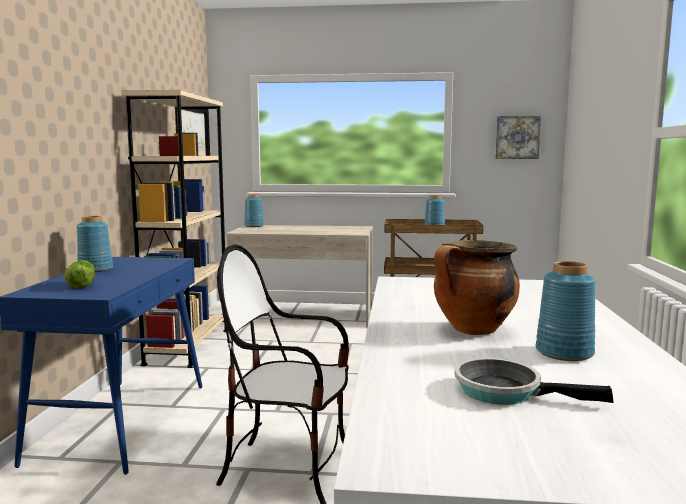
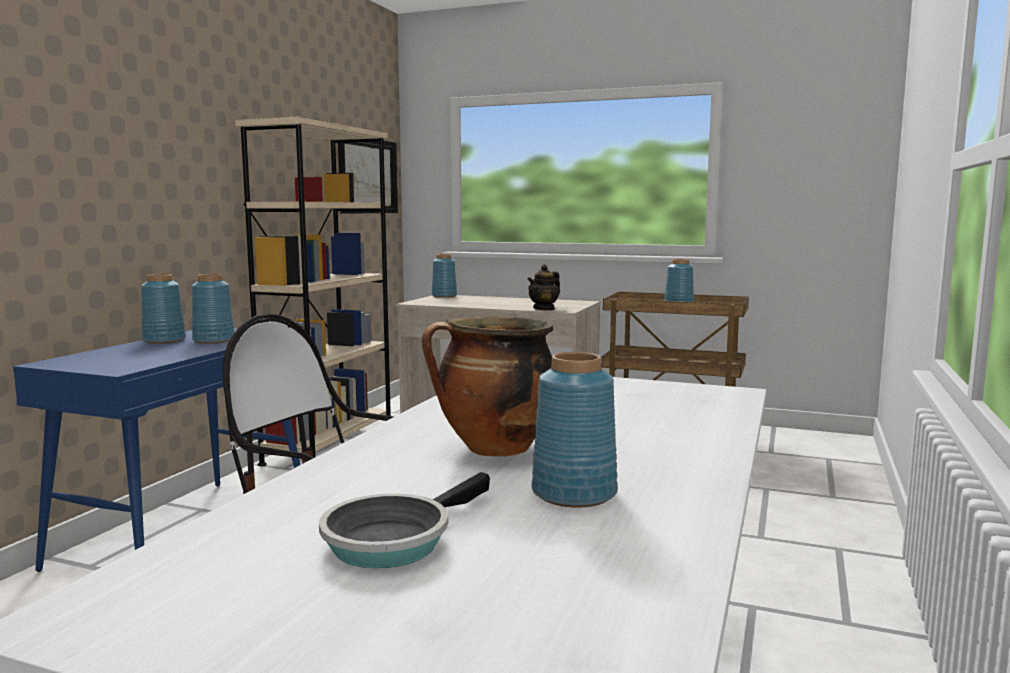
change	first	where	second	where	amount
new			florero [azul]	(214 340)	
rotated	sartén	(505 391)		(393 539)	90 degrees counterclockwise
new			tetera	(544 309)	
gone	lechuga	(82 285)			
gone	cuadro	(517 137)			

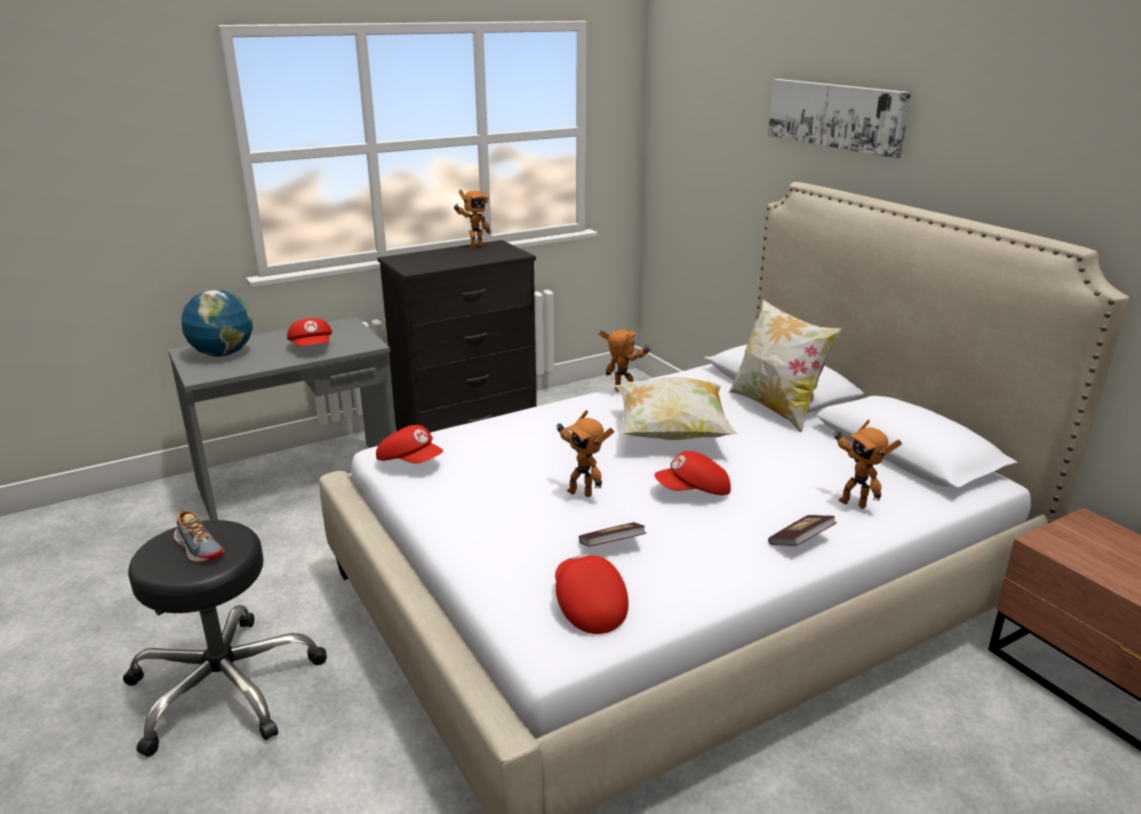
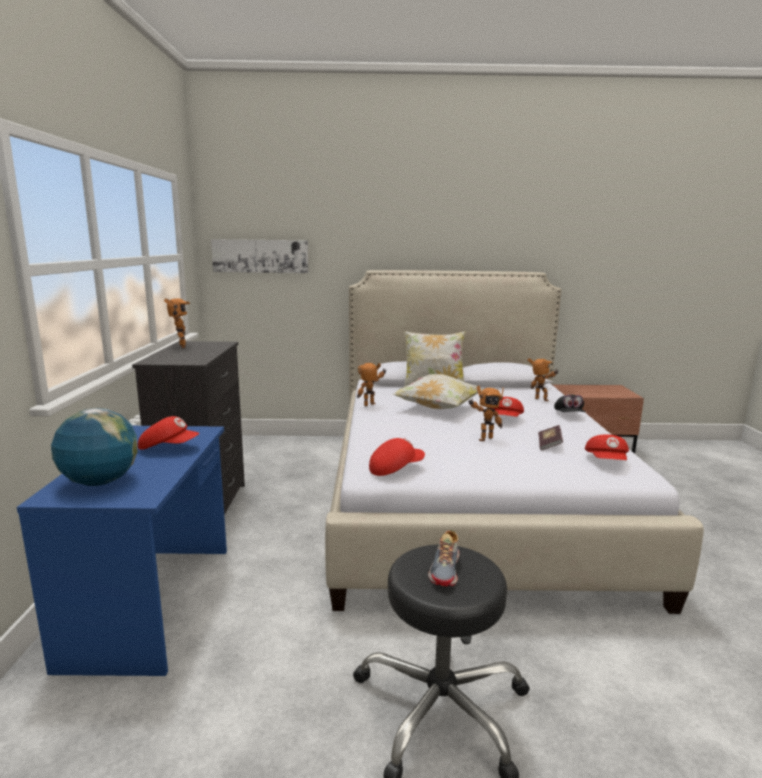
change	first	where	second	where	amount
repainted	escritorio [gris]	(300 483)	escritorio [azul]	(154 603)	
shifted	cuadro	(836 115)		(260 256)	
rotated	zapato	(199 548)		(446 569)	120 degrees clockwise
rotated	robot de juguete	(853 502)		(541 400)	120 degrees counterclockwise
swapped	libro	(800 541)	gorra [negro]	(568 415)	
rotated	gorra [rojo]	(587 606)		(606 461)	90 degrees counterclockwise

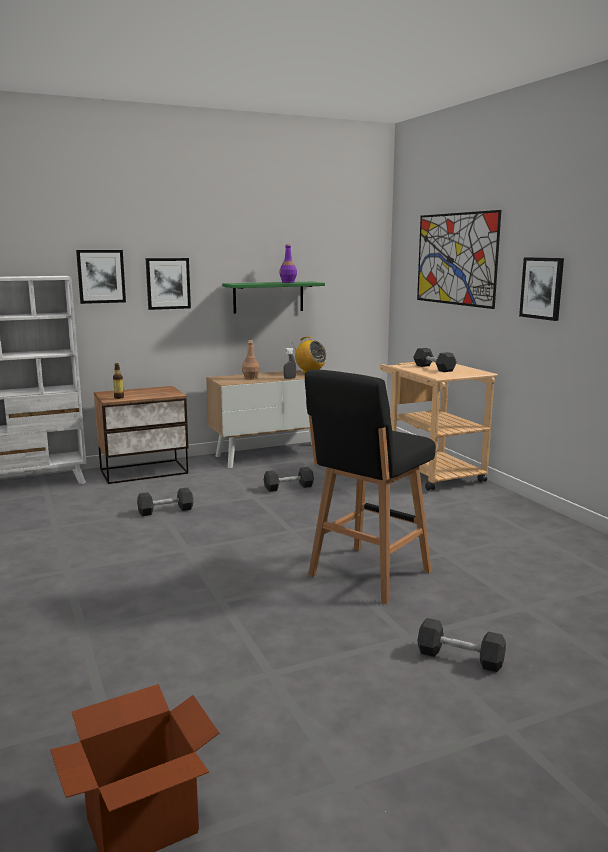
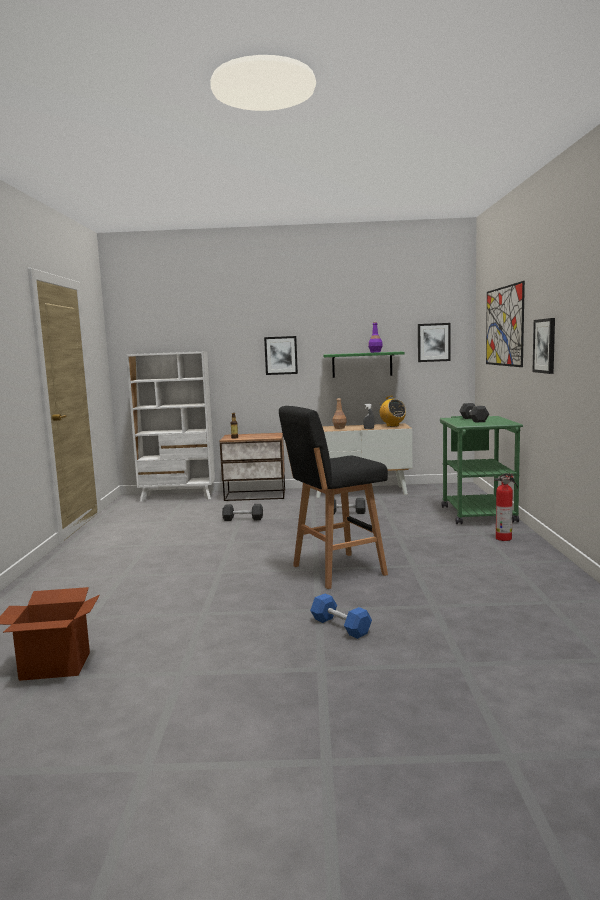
change	first	where	second	where	amount
repainted	mancuerna [negro]	(460 658)	mancuerna [azul]	(340 626)	
shifted	cuadro	(101 276)		(433 342)	
repainted	carrito [beis]	(430 472)	carrito [verde]	(475 512)	
new			extintor	(505 538)	

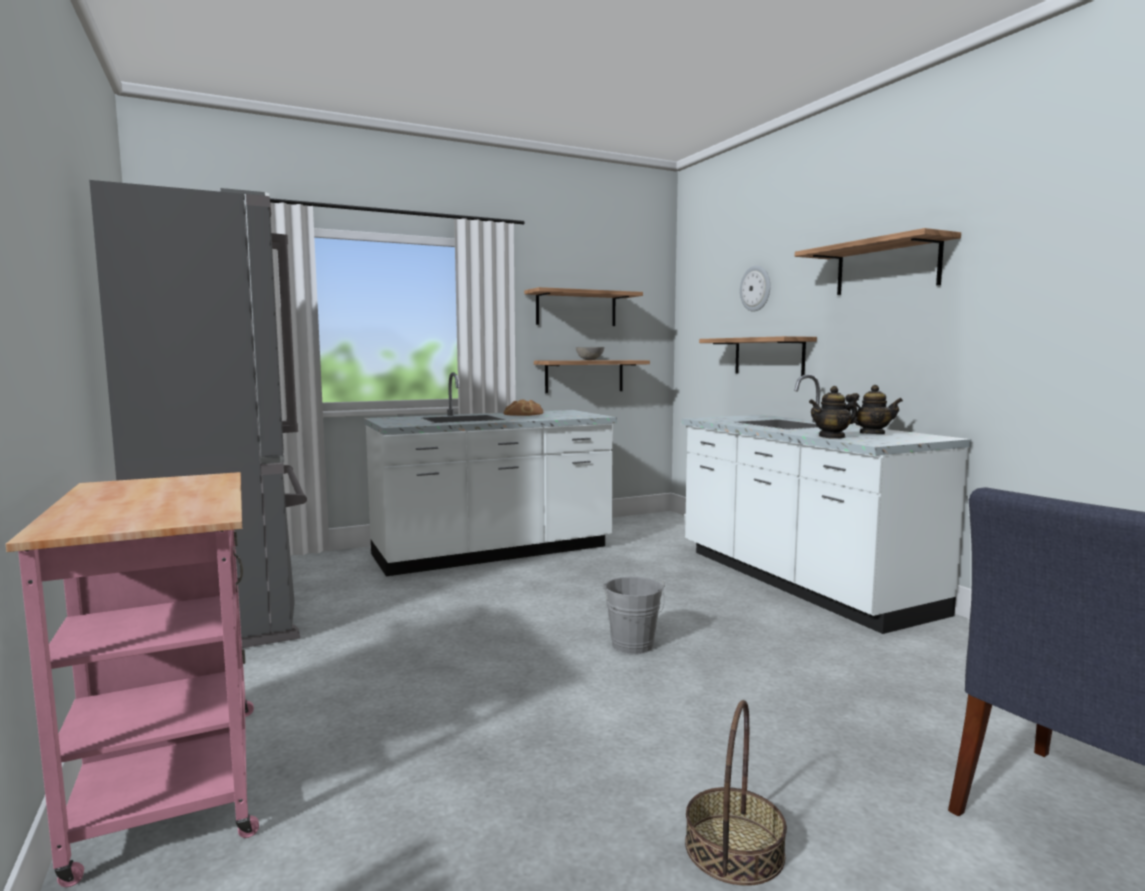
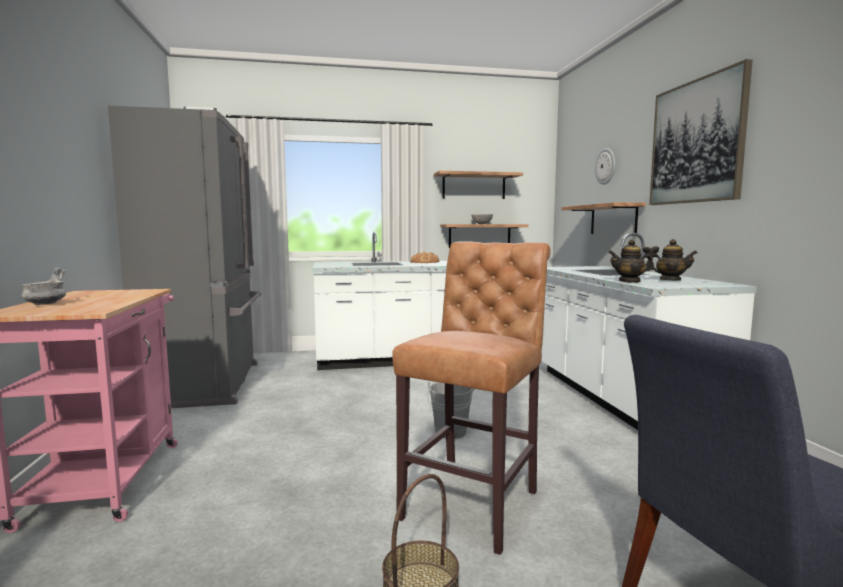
change	first	where	second	where	amount
new			cuenco [gris]	(46 304)	
new			taburete [marrón]	(474 502)	
swapped	estante	(886 267)	cuadro	(696 142)	

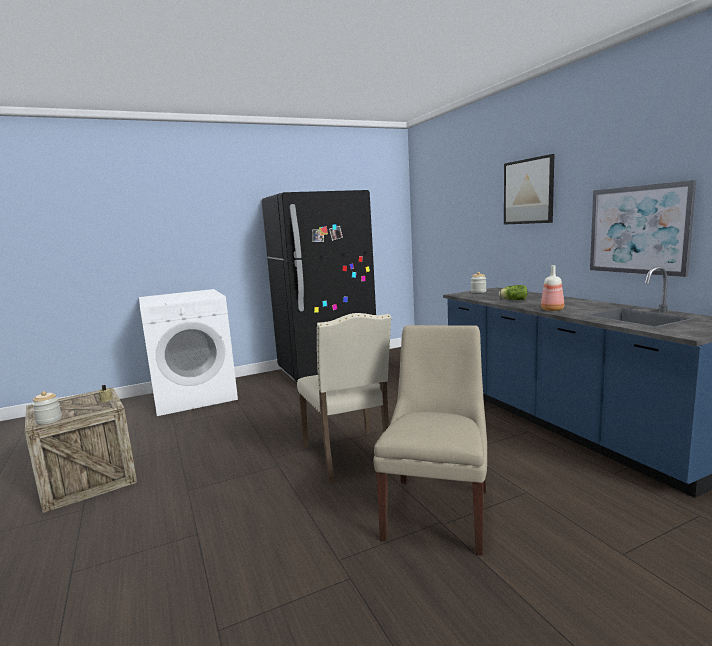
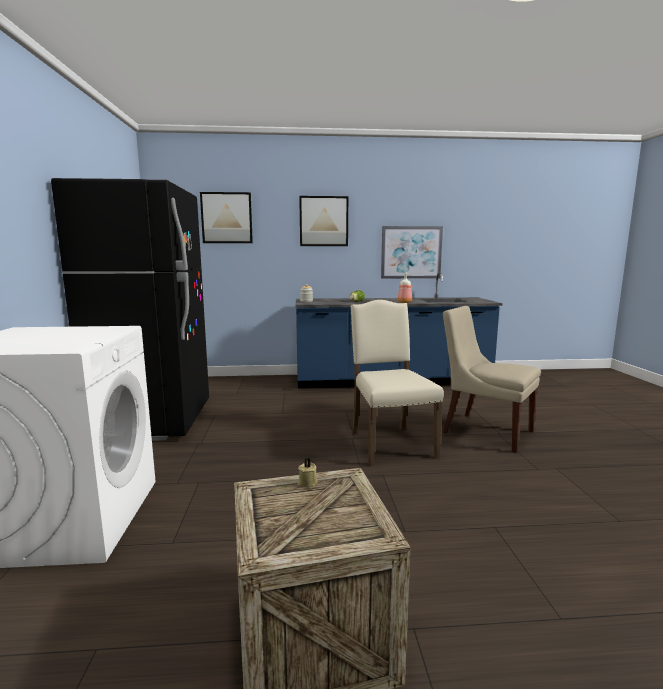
change	first	where	second	where	amount
new			cuadro	(226 218)	
rotated	silla [beis]	(349 457)		(389 443)	105 degrees counterclockwise
gone	tarro	(49 420)			

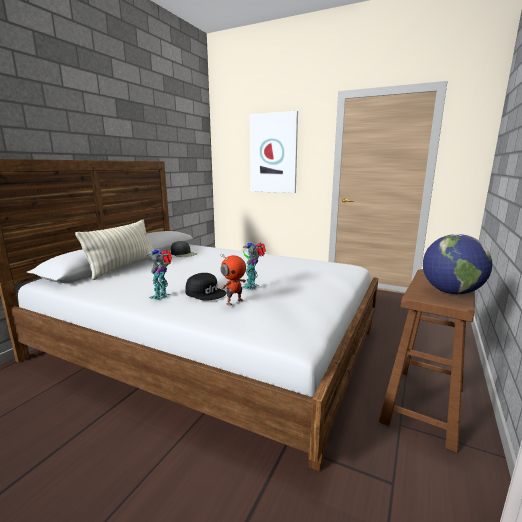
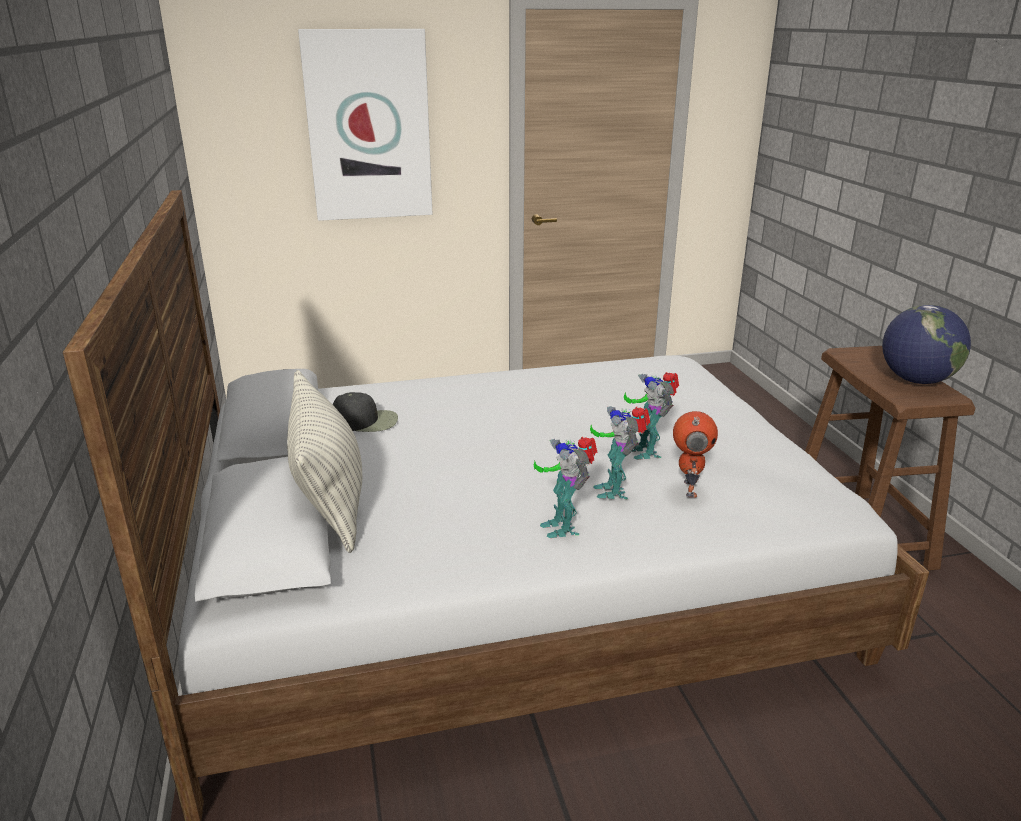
change	first	where	second	where	amount
swapped	gorra [negro]	(206 292)	robot de juguete	(614 490)	

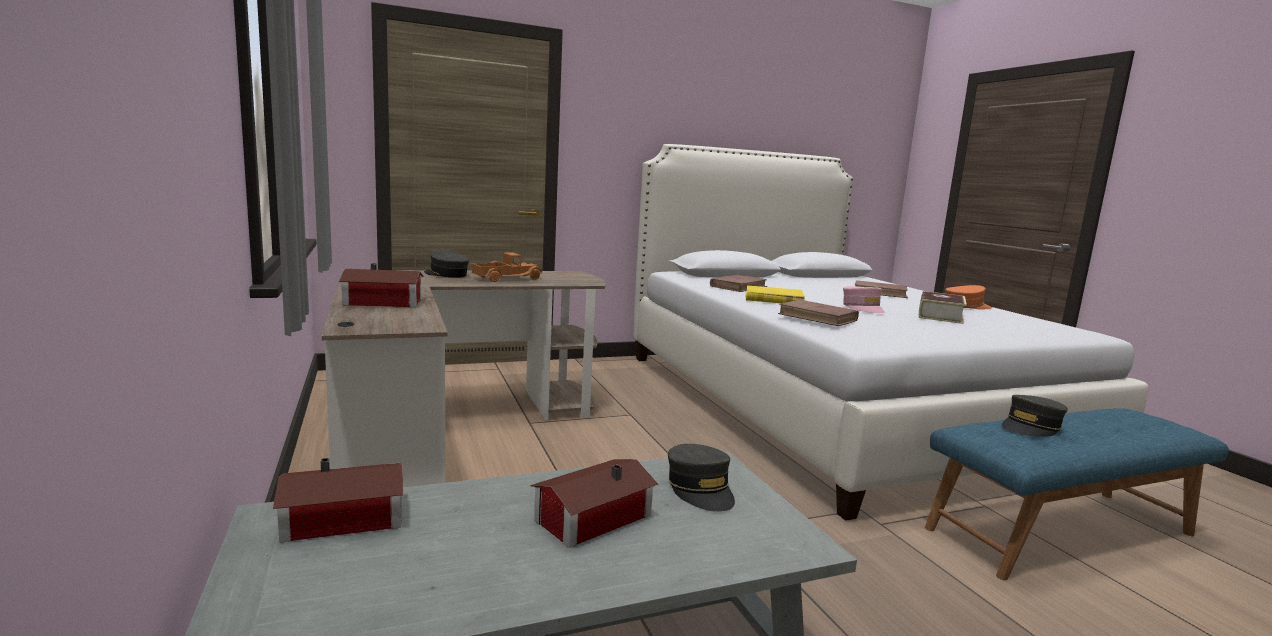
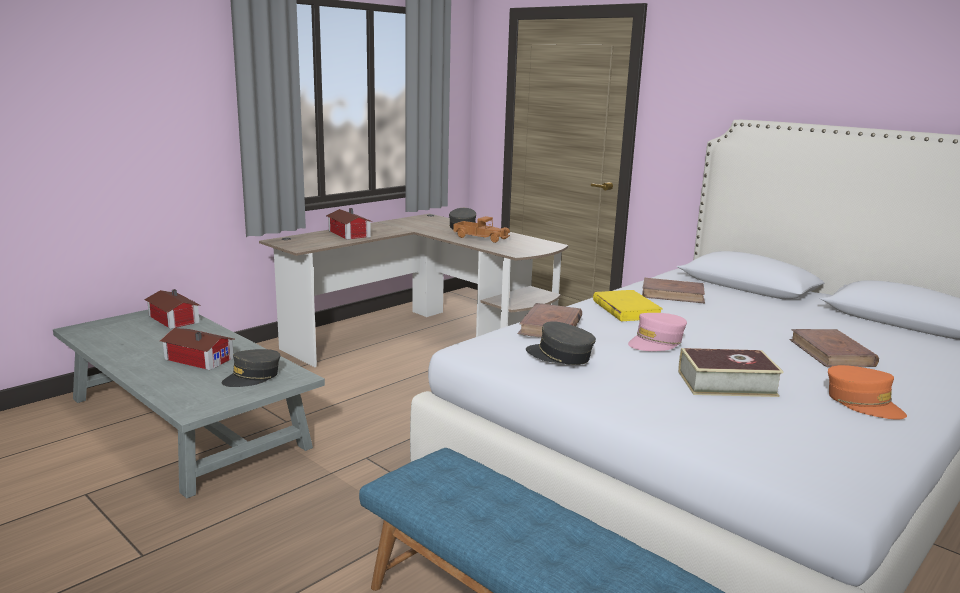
change	first	where	second	where	amount
shifted	gorra [gris]	(1031 427)		(560 356)	

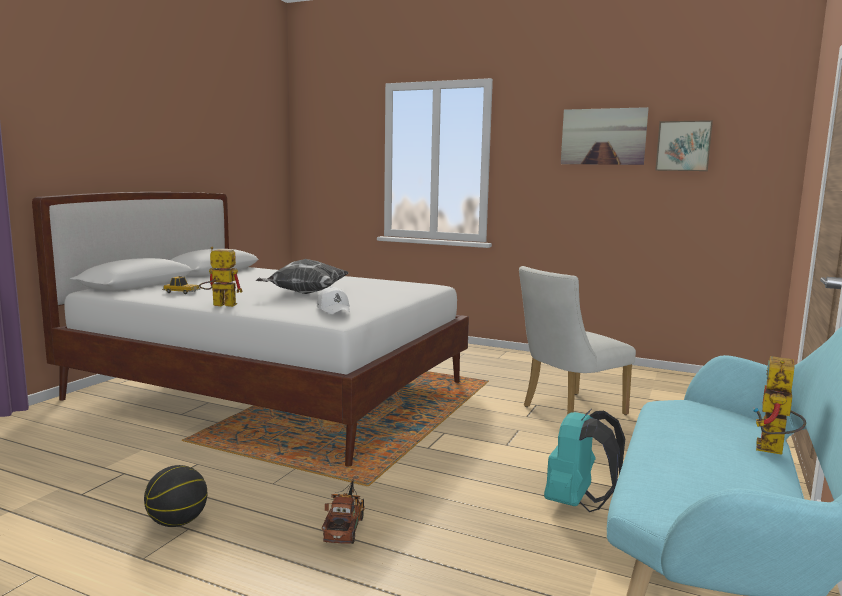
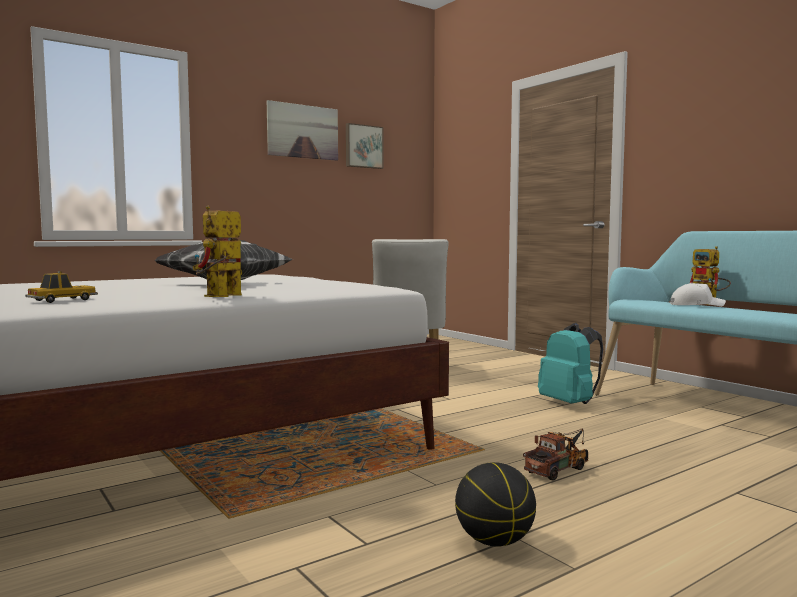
change	first	where	second	where	amount
rotated	camión de juguete	(345 526)		(559 469)	105 degrees clockwise
shifted	gorra [blanco]	(334 309)		(696 305)	

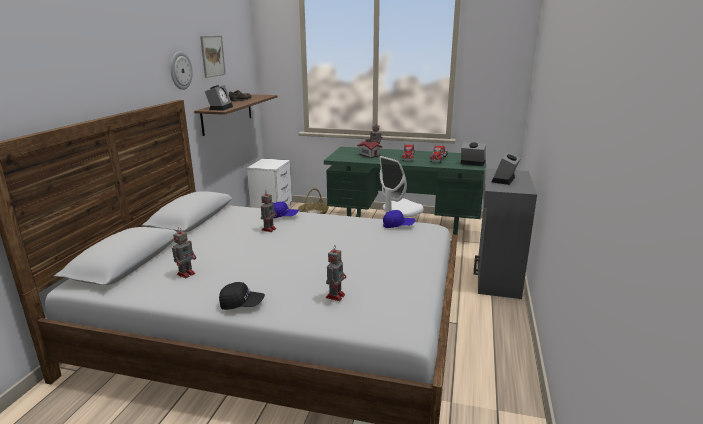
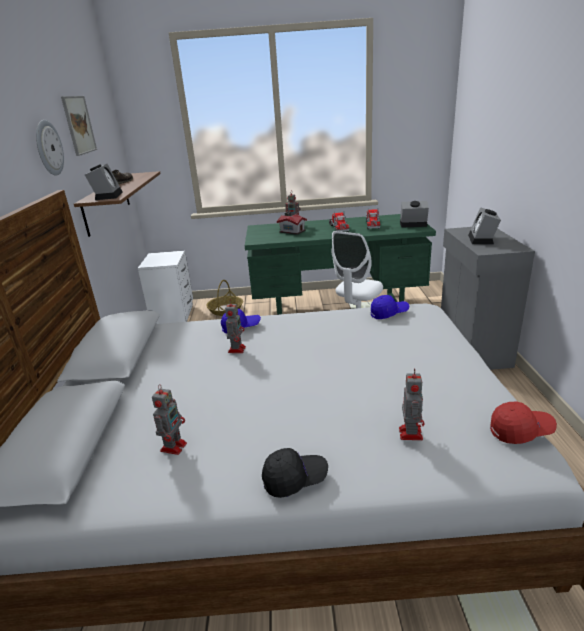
change	first	where	second	where	amount
new			gorra [rojo]	(520 431)	

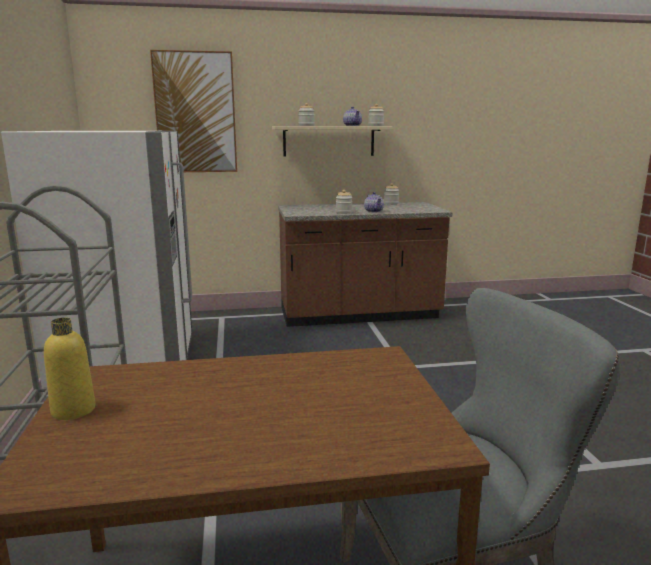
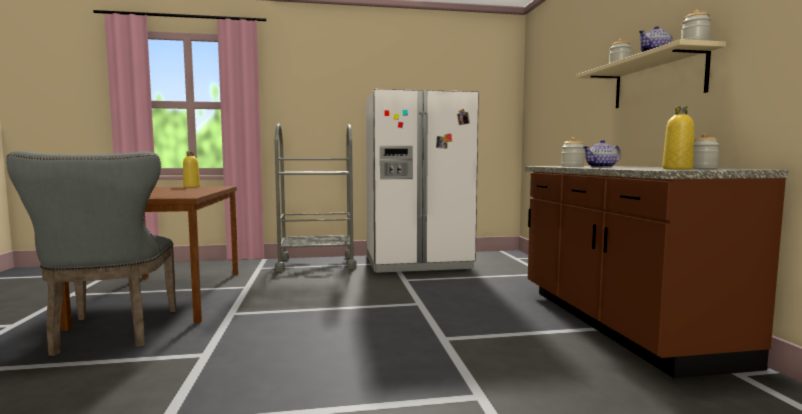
change	first	where	second	where	amount
new			botella [amarillo]	(677 169)	
gone	cuadro	(195 113)			

